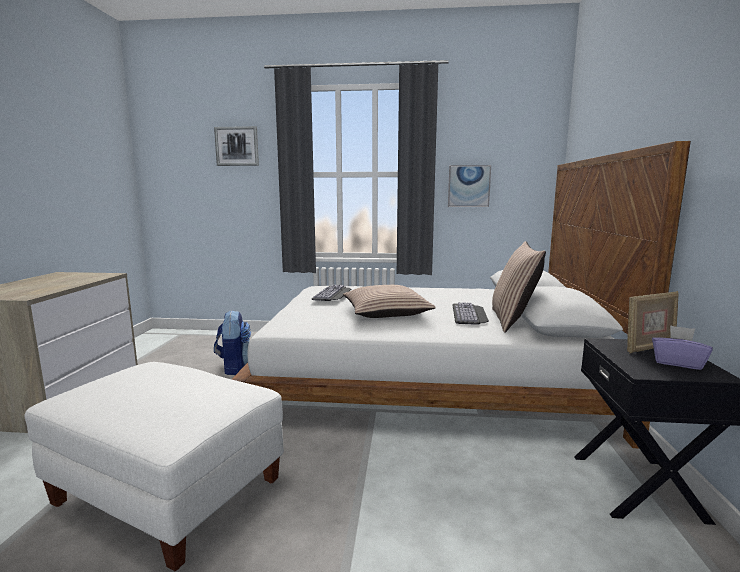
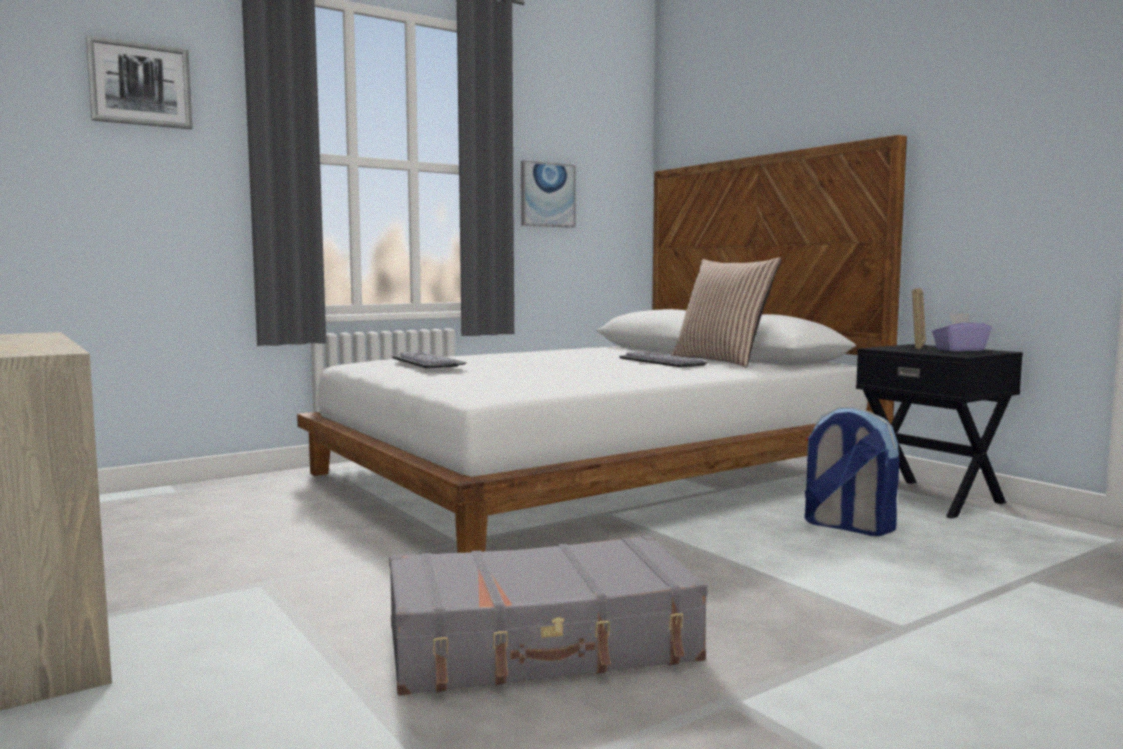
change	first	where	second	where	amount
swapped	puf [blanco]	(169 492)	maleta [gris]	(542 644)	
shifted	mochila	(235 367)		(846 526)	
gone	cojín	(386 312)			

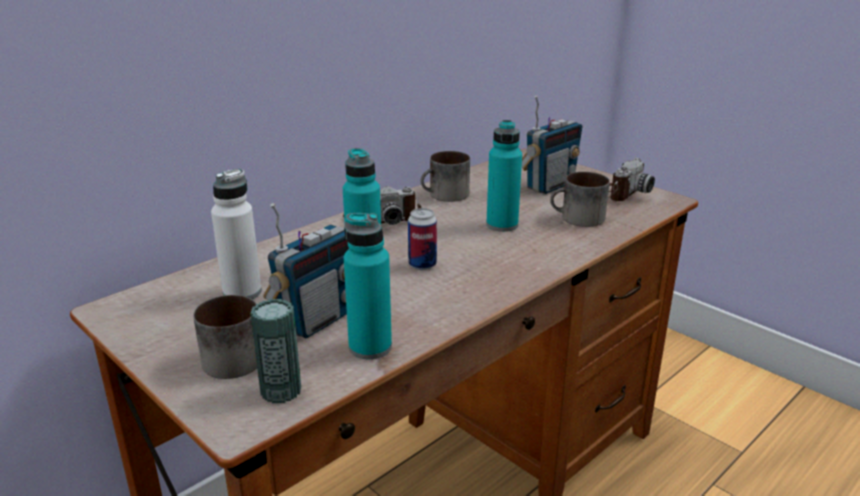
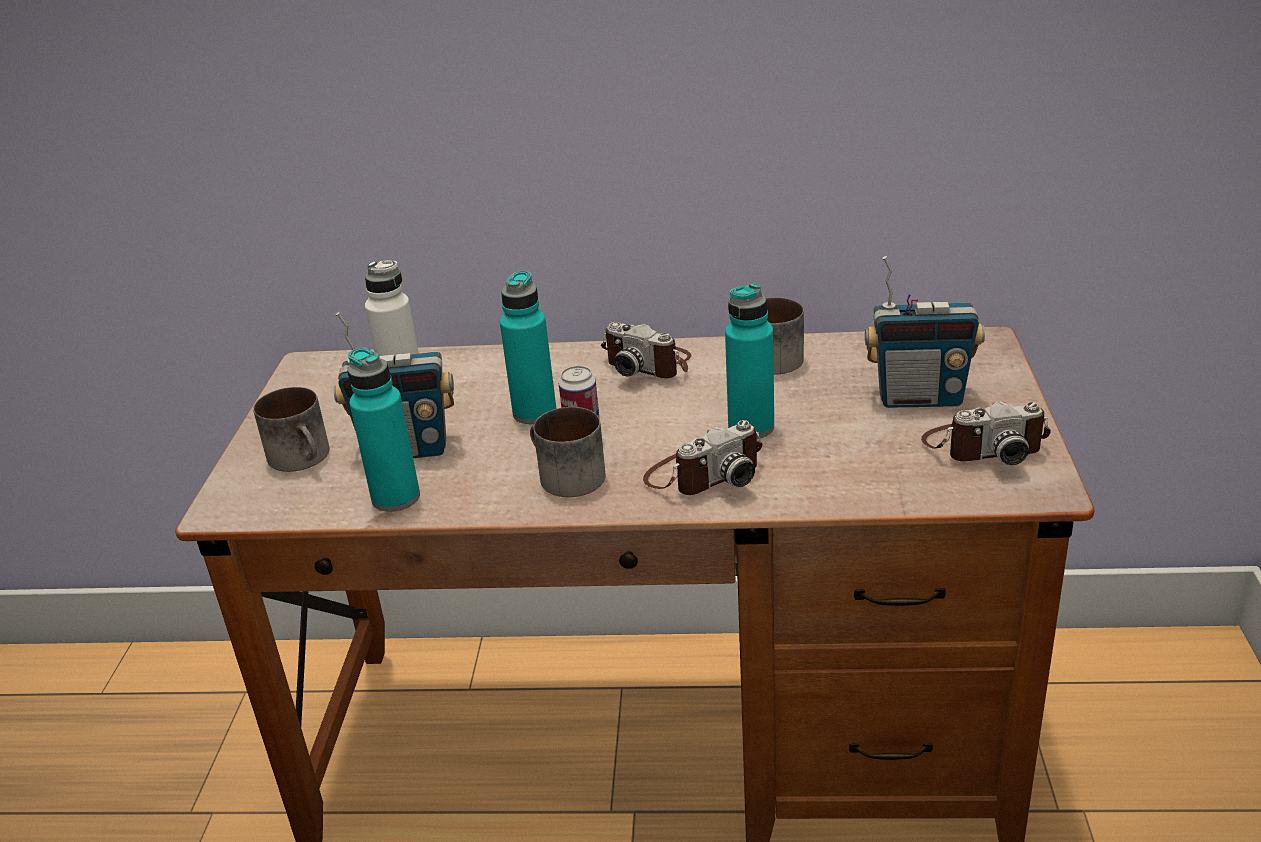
change	first	where	second	where	amount
shifted	taza grande	(578 219)		(564 477)	
new			cámara	(704 473)	
gone	lata	(281 390)			

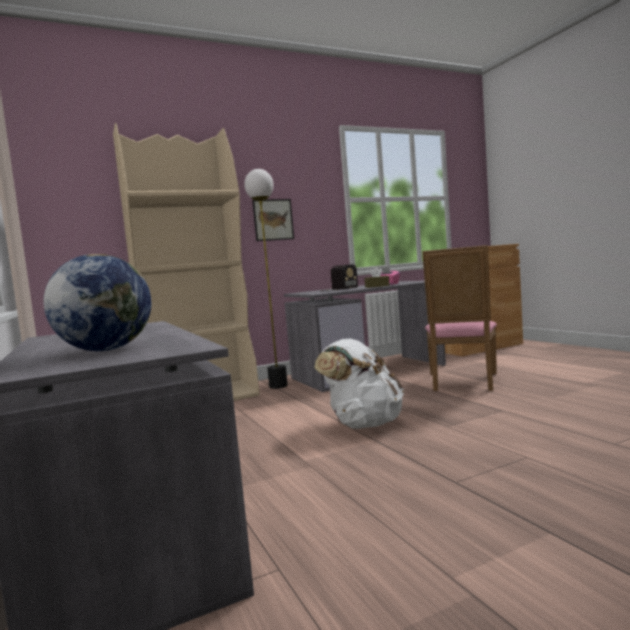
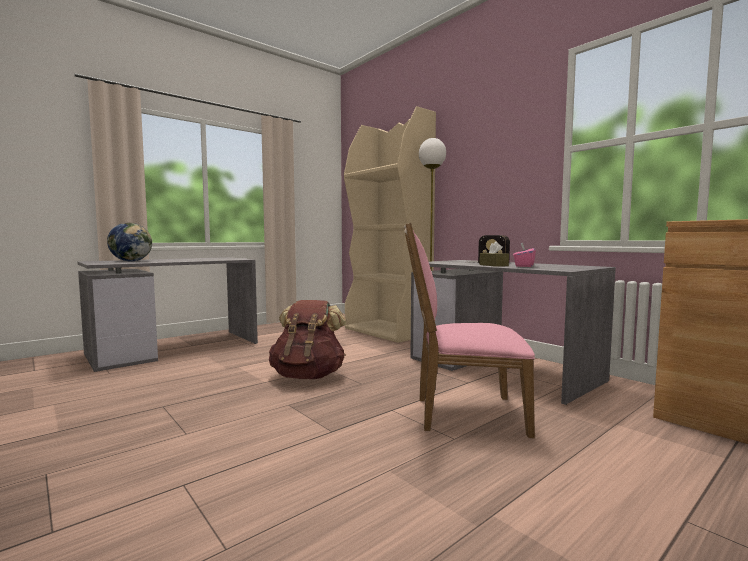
change	first	where	second	where	amount
repainted	mochila [blanco]	(363 424)	mochila [marrón]	(308 376)	
gone	cuadro	(273 220)			

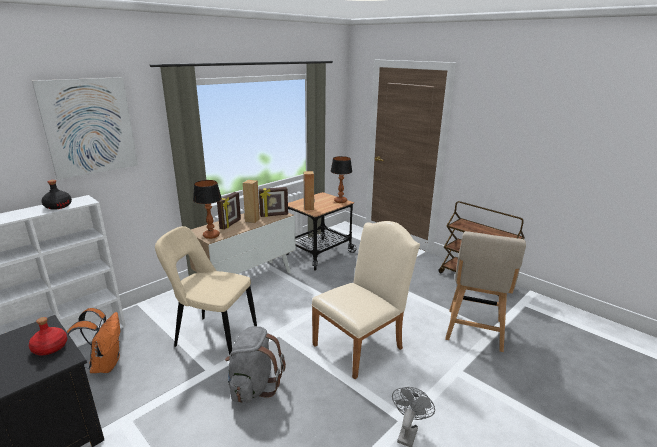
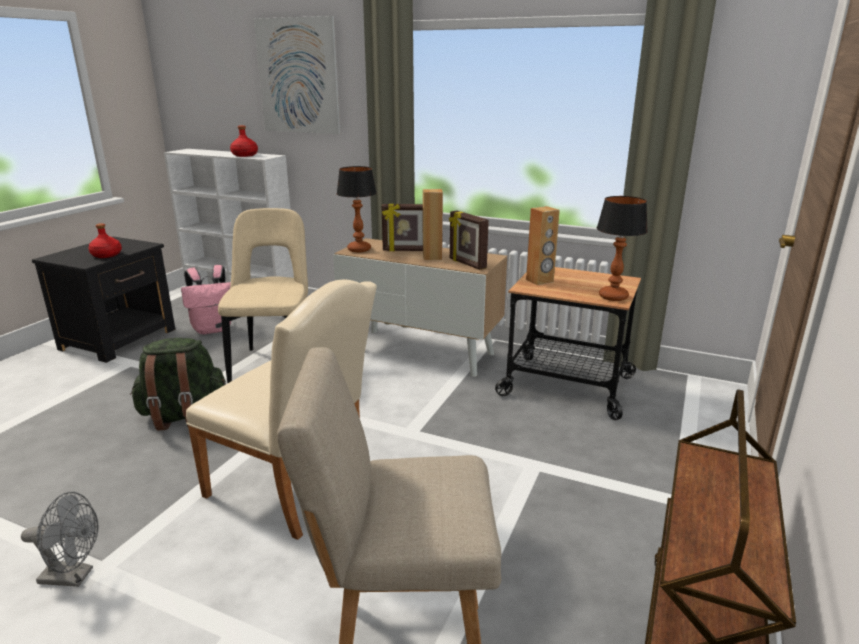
change	first	where	second	where	amount
repainted	mochila [gris]	(253 386)	mochila [verde]	(183 416)	
repainted	mochila [naranja]	(104 364)	mochila [rosa]	(214 329)	
repainted	botella [negro]	(58 206)	botella [rojo]	(245 155)	

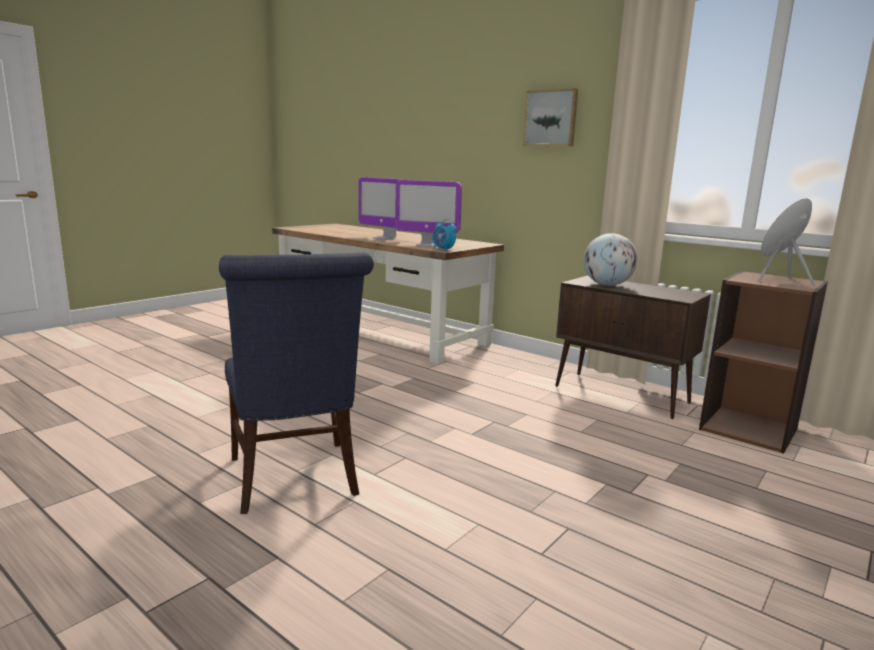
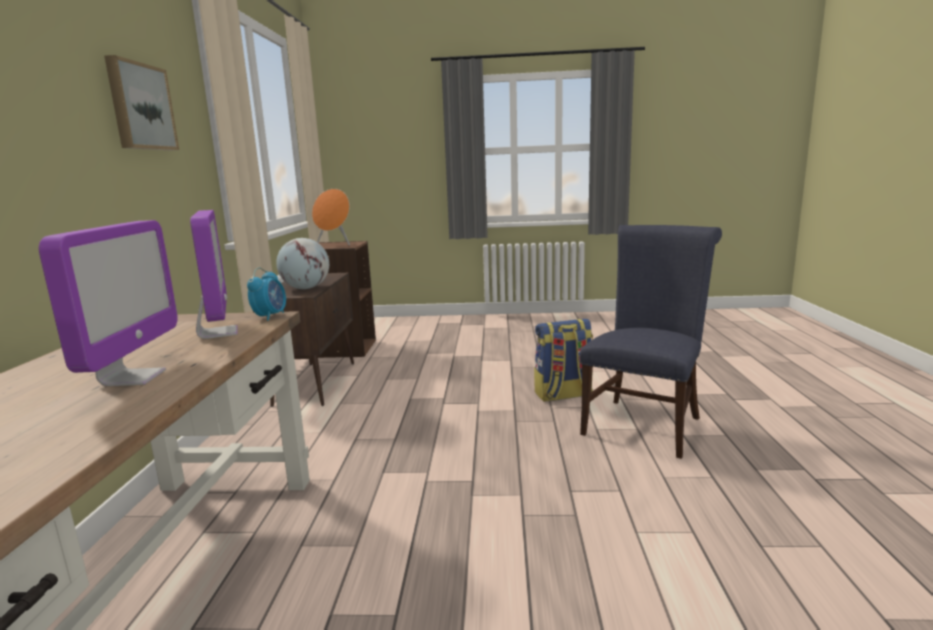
change	first	where	second	where	amount
new			mochila	(563 395)	

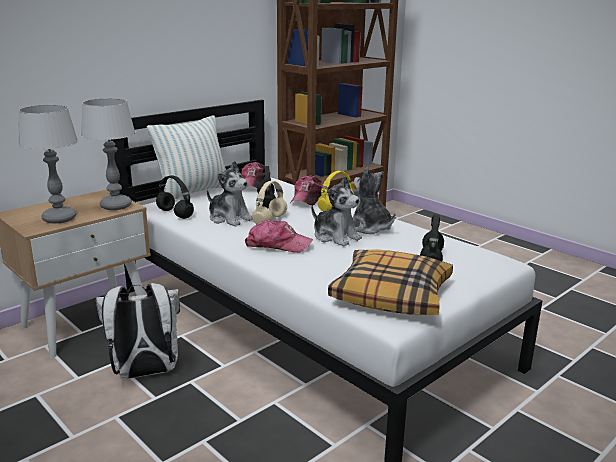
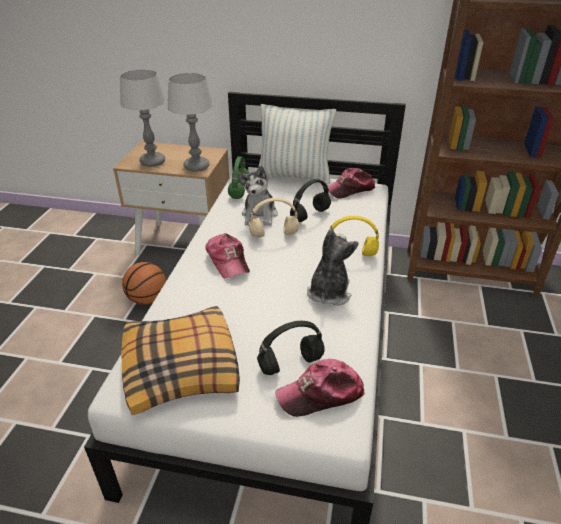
change	first	where	second	where	amount
swapped	mochila [blanco]	(145 373)	balón de baloncesto	(147 299)	
repainted	auriculares [negro]	(174 214)	auriculares [verde]	(239 190)	
shifted	gorra	(308 198)		(321 394)	
gone	peluche	(335 237)			

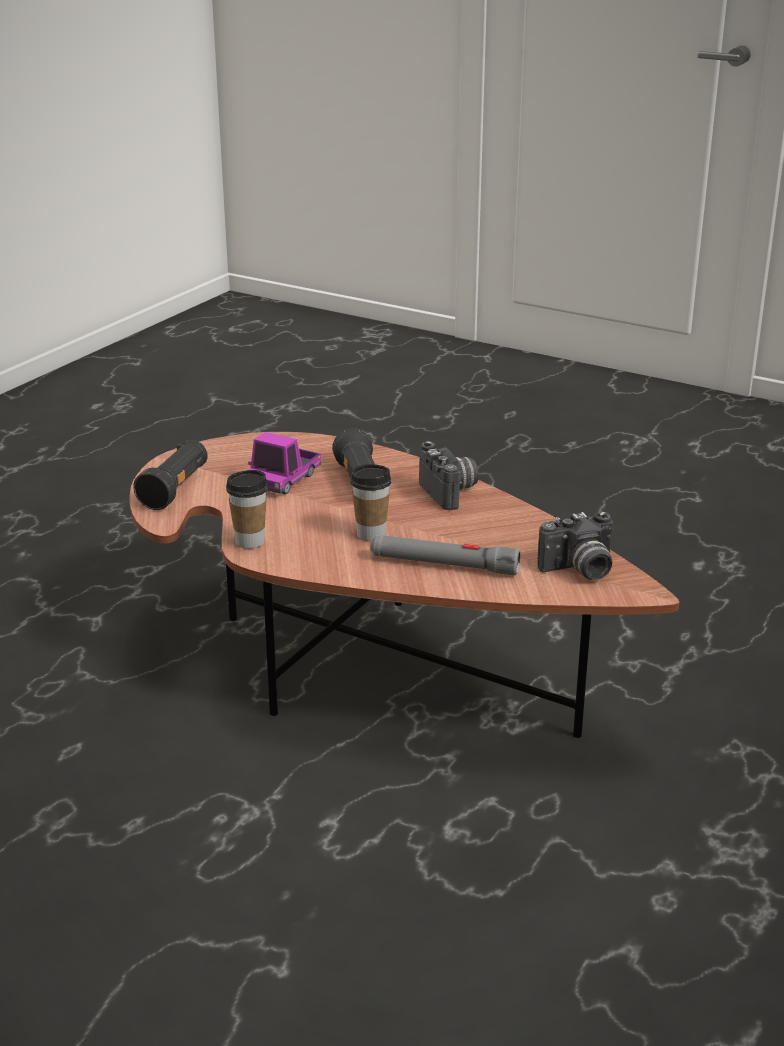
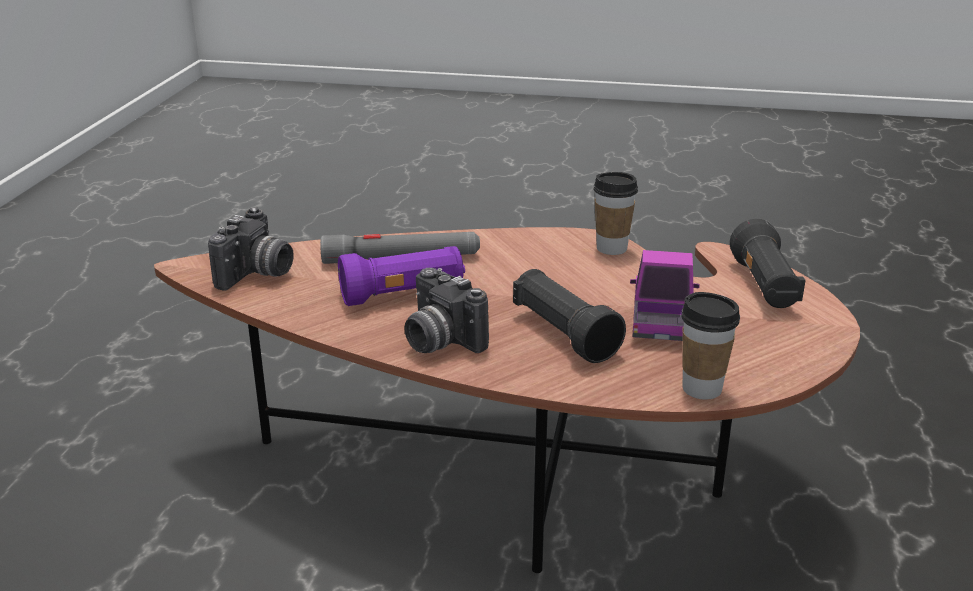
change	first	where	second	where	amount
rotated	cámara	(579 571)		(257 275)	150 degrees clockwise
new			linterna [morado]	(403 294)	
shifted	taza	(371 534)		(702 389)	

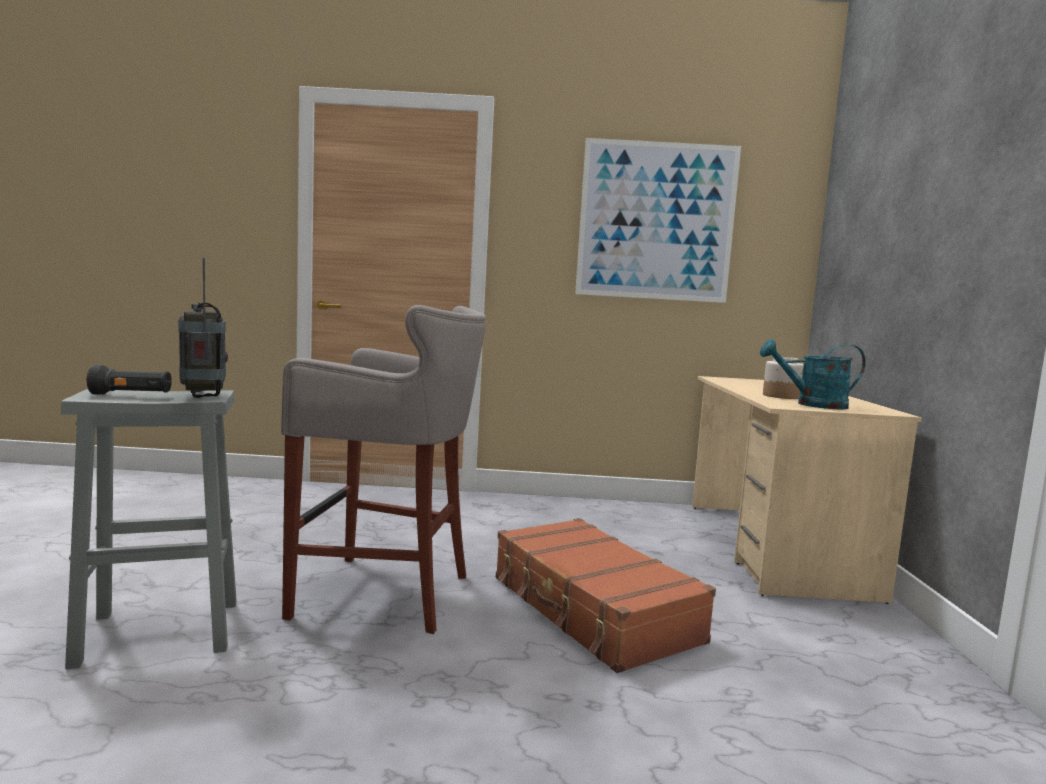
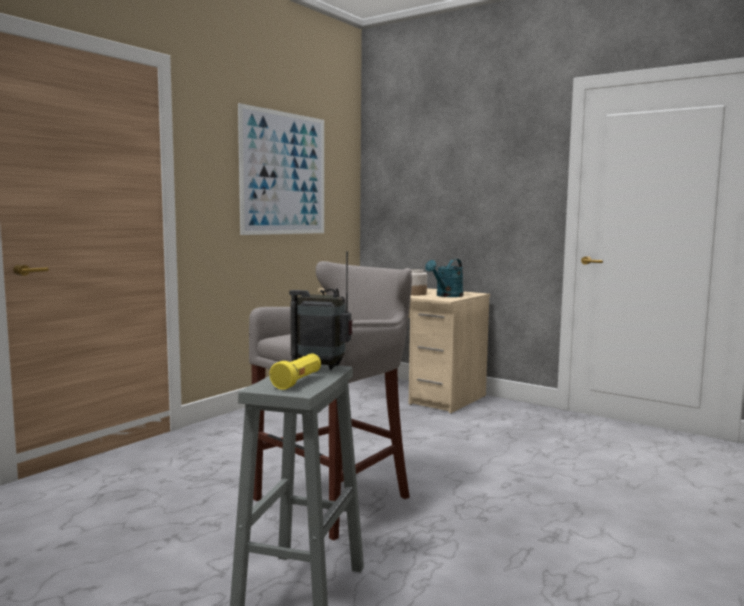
change	first	where	second	where	amount
repainted	linterna [negro]	(132 395)	linterna [amarillo]	(298 382)	
gone	maleta [marrón]	(592 610)			

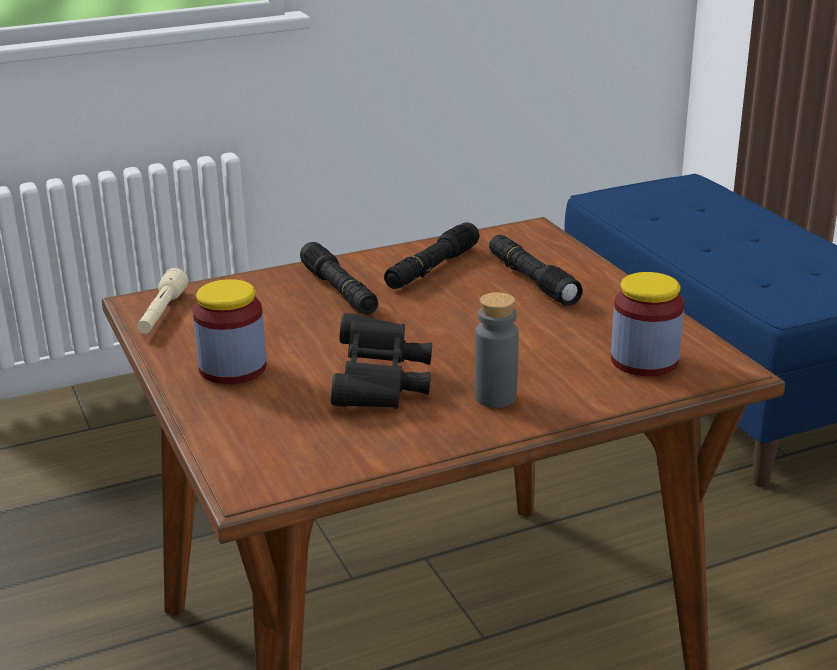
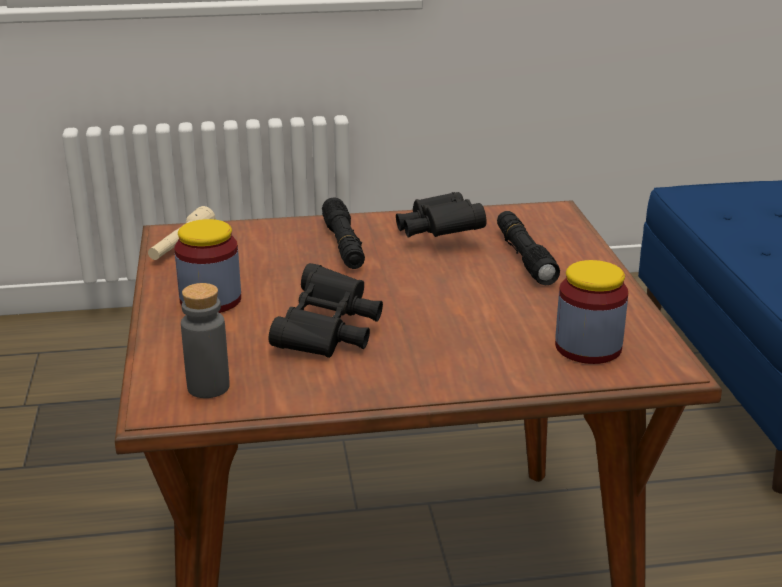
change	first	where	second	where	amount
shifted	botella [gris]	(495 397)		(208 387)	
swapped	linterna [negro]	(432 268)	prismáticos [negro]	(438 234)	

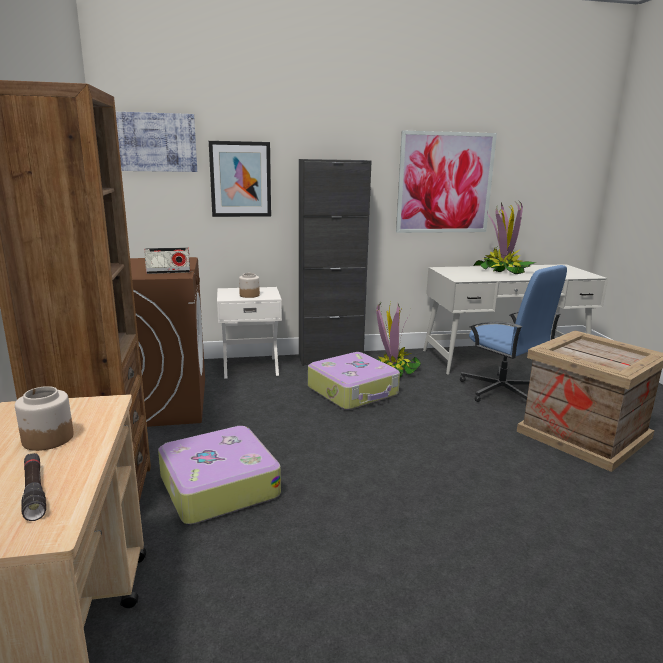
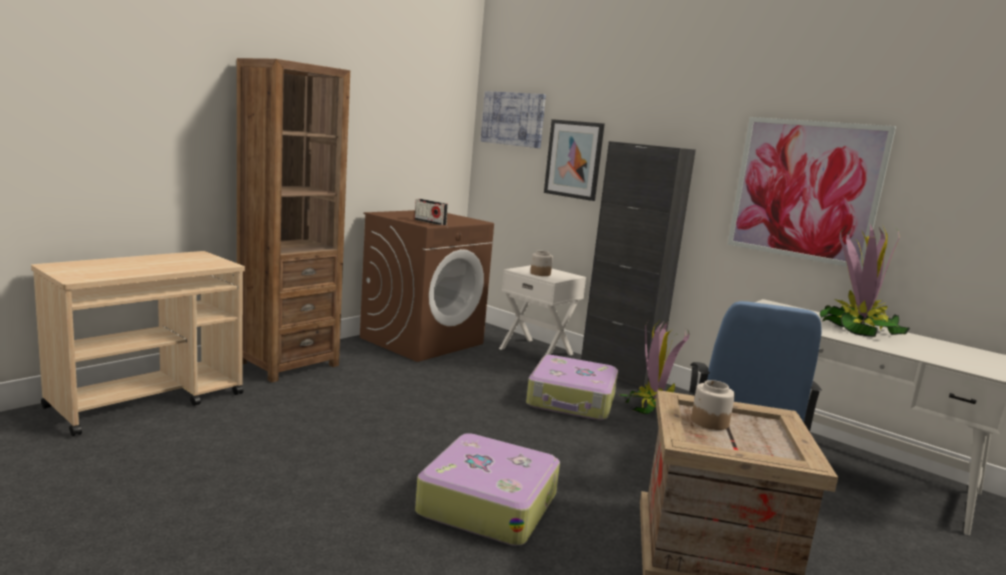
change	first	where	second	where	amount
shifted	maleta	(218 486)		(487 503)	
shifted	tarro	(47 438)		(709 421)	
gone	linterna [negro]	(34 491)			

